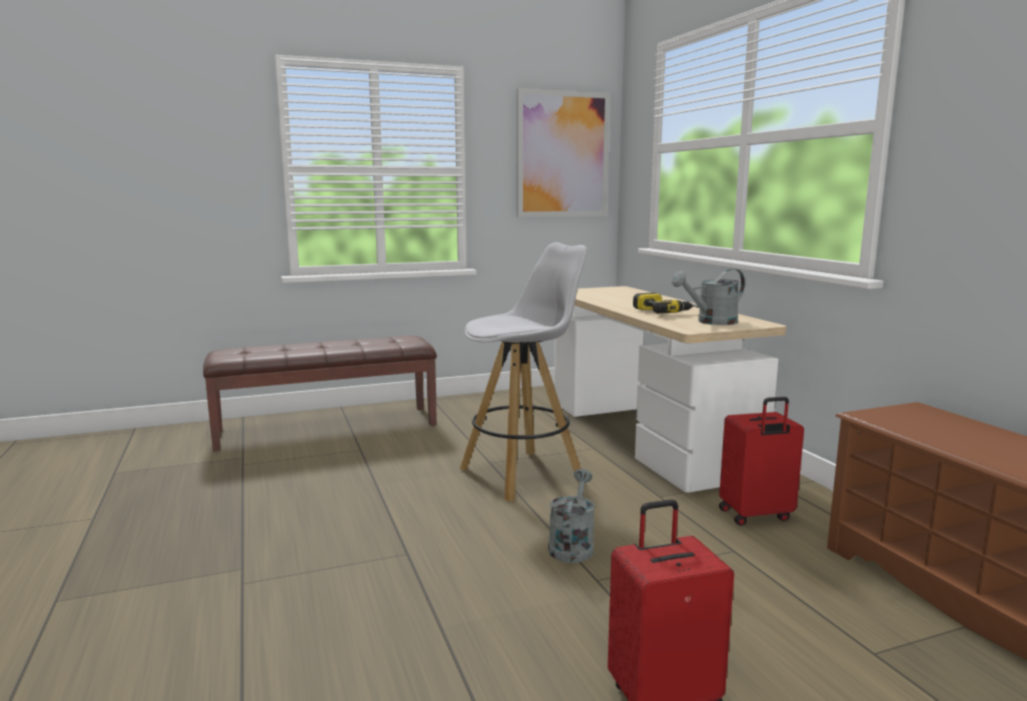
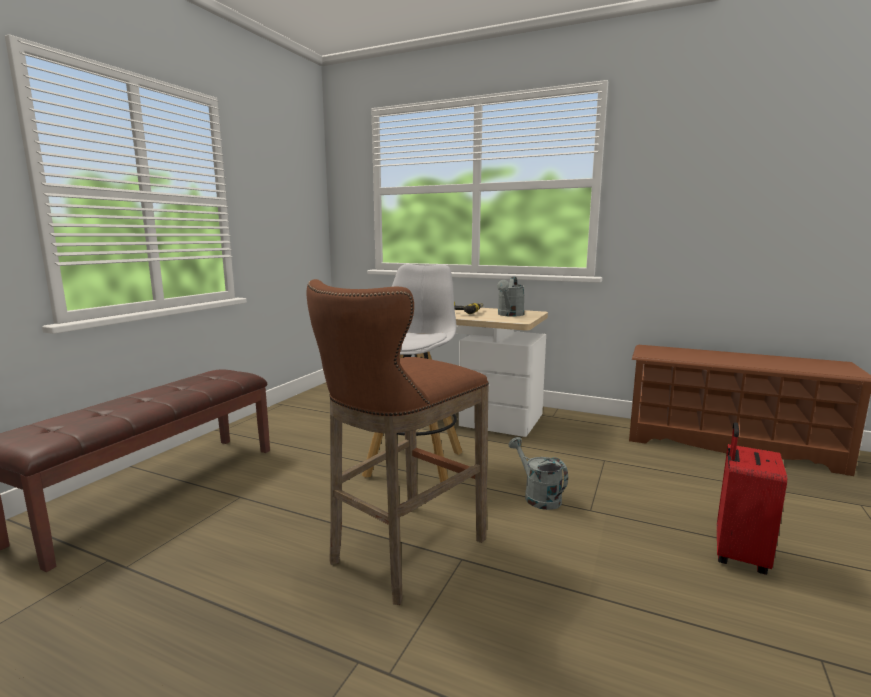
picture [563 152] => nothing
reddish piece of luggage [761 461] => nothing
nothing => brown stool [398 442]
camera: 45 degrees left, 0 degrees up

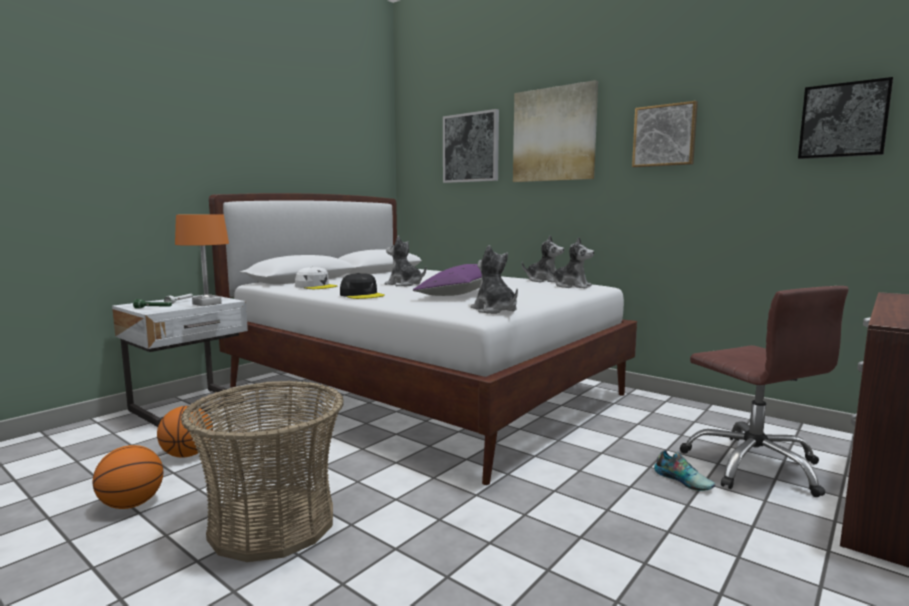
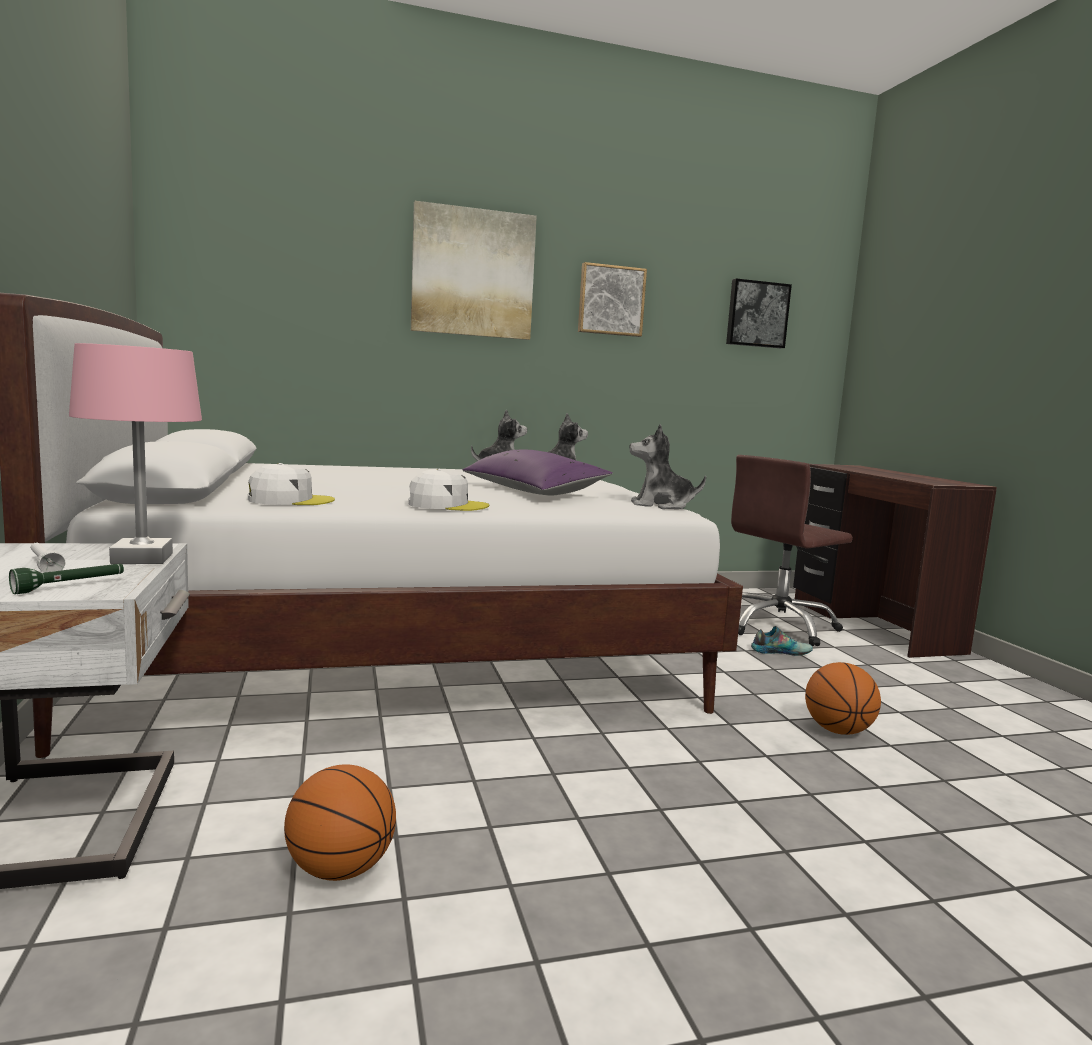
picture [471 146] => nothing
orange tabletop lamp [202 260] => pink-coloured tabletop lamp [135 453]
plush toy [405 261] => nothing
blackish peaked cap [362 286] => white peaked cap [448 490]
brown desk chair [764 391] => brown desk chair [792 550], 135 degrees clockwise
basket [262 471] => nothing
basketball ball [128 477] => basketball ball [843 698], moved
camera: 55 degrees left, 0 degrees up

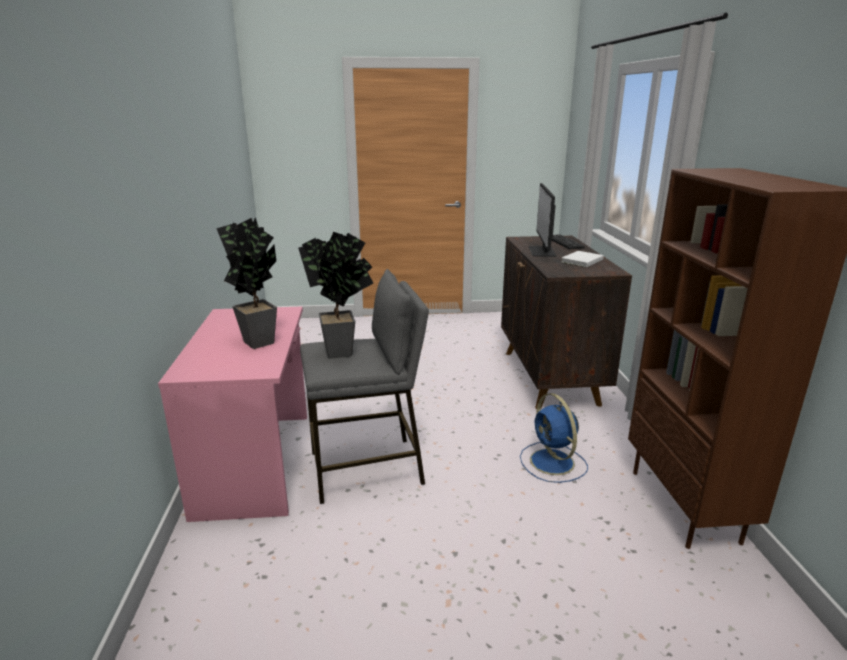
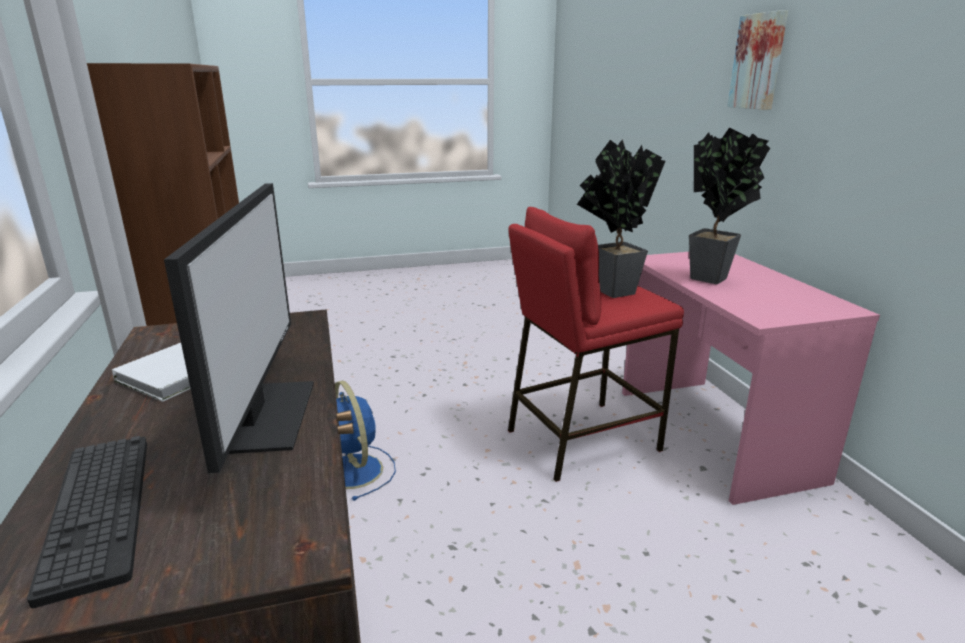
greyish stool [364 386] => reddish stool [596 344]
nothing => picture [757 60]
camera: 170 degrees right, 0 degrees up

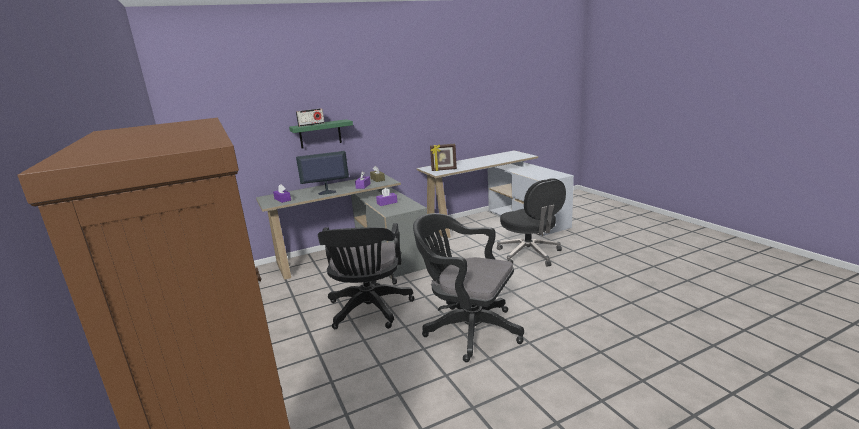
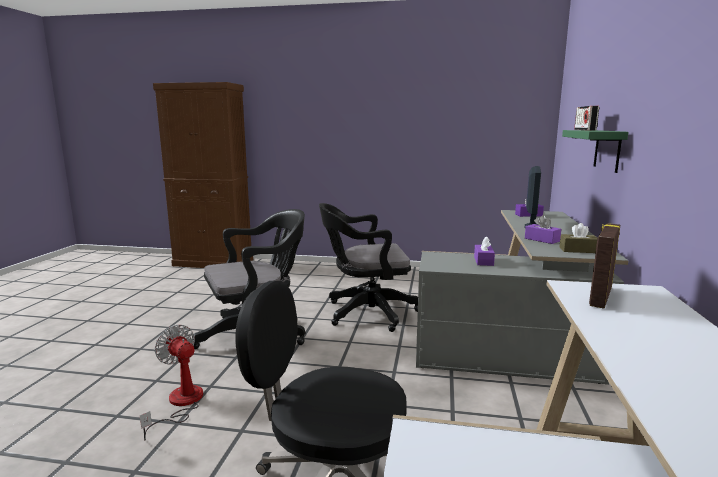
blackish desk chair [366 276] => blackish desk chair [368 267], 45 degrees counterclockwise
nothing => cooling fan [171 382]
camera: 125 degrees right, 5 degrees down

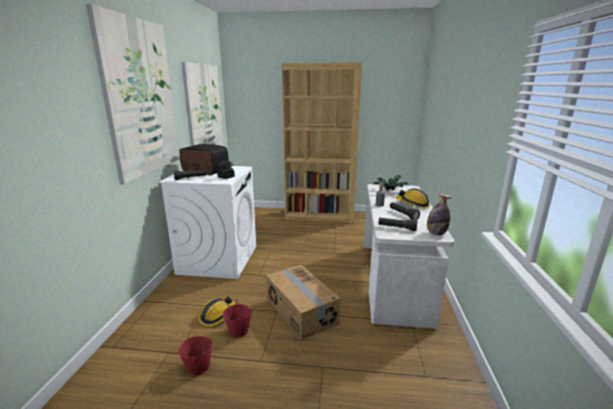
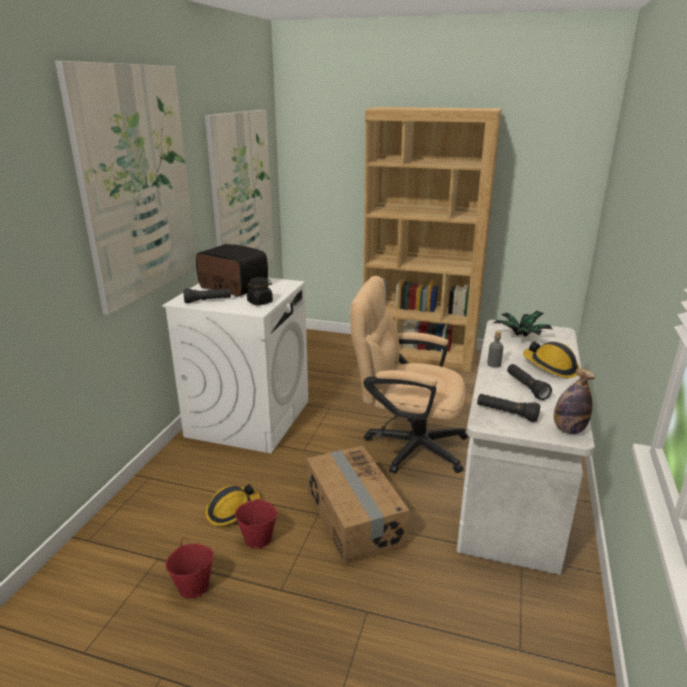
nothing => beige desk chair [409 375]
camera: 10 degrees right, 5 degrees up

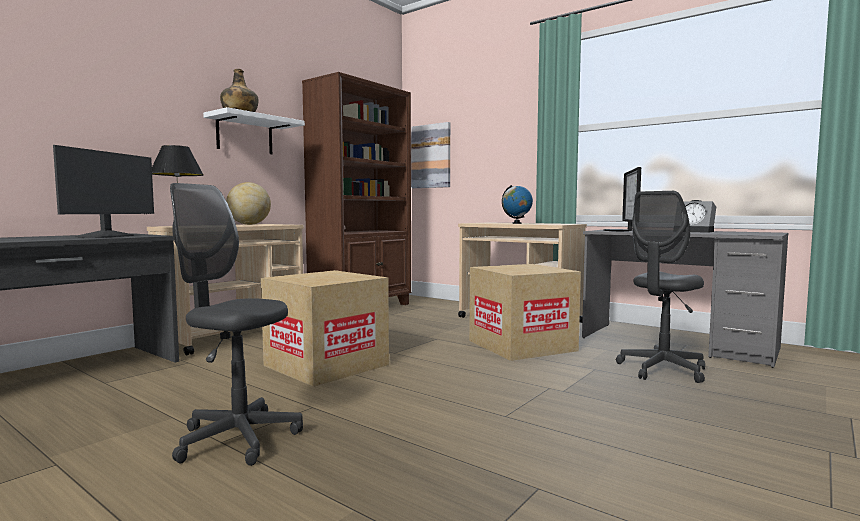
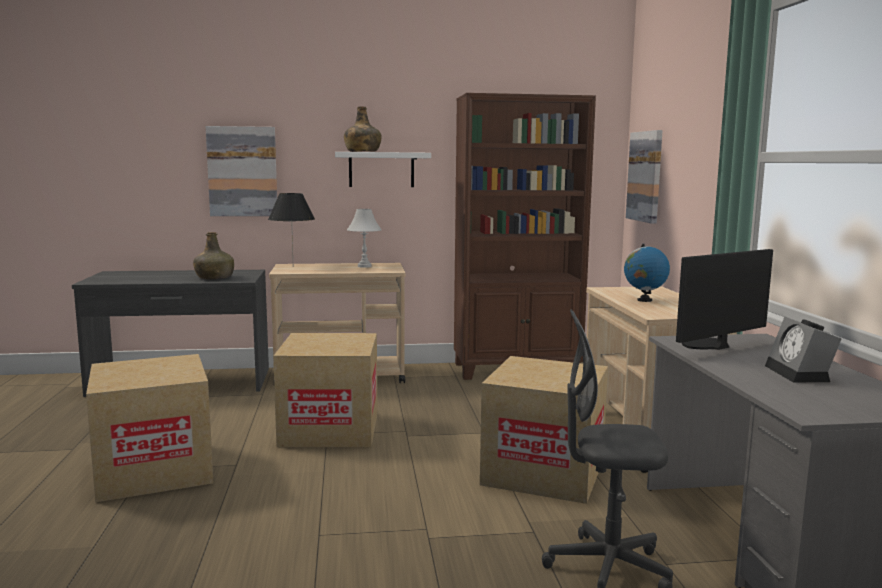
monitor [103 191] => green bottle [213 255]
globe [248 203] => white tabletop lamp [364 238]
greyish desk chair [236 324] => packing box [150 428]
nothing => picture [241 171]
camera: 45 degrees right, 5 degrees up

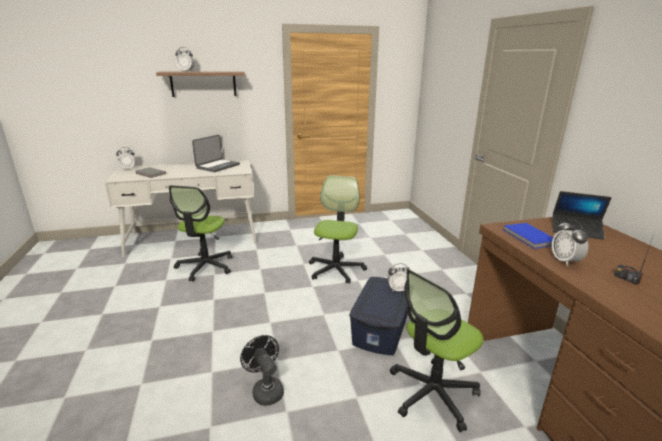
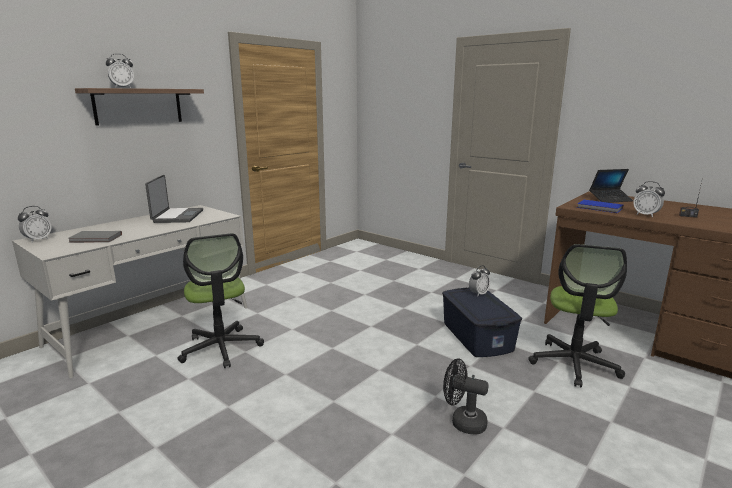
desk chair [338 229] => nothing
camera: 35 degrees left, 5 degrees down

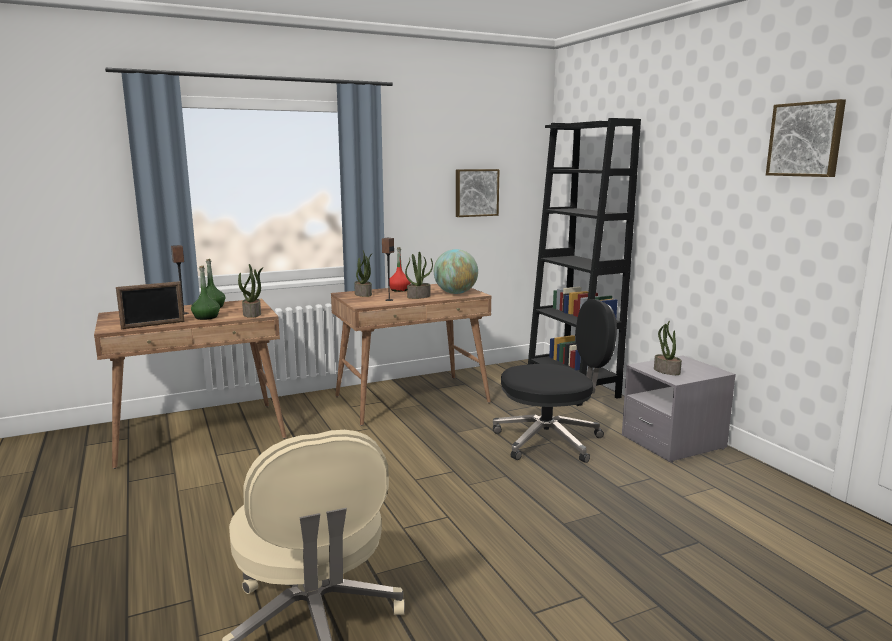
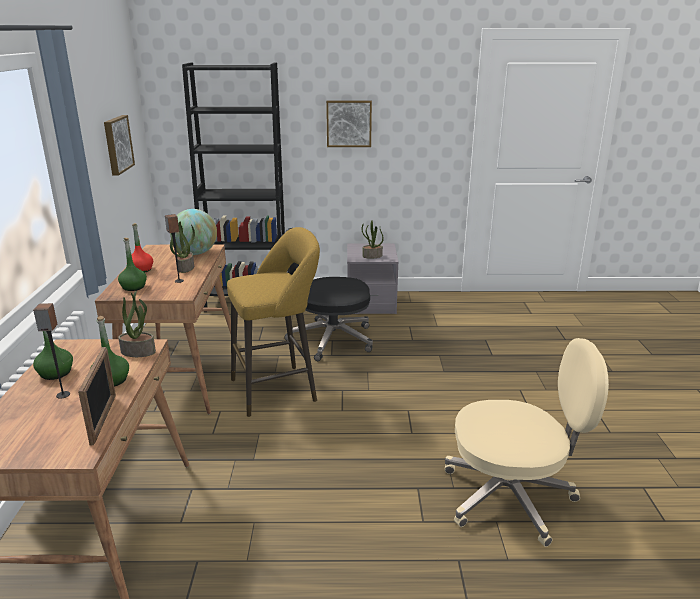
picture [806 138] => picture [349 123], moved
plant in a pot [363 274] => green bottle [132 264]
blackish desk chair [555 381] => blackish desk chair [328 294], 105 degrees counterclockwise
nothing => yellowish stool [273 322]
camera: 65 degrees left, 10 degrees up

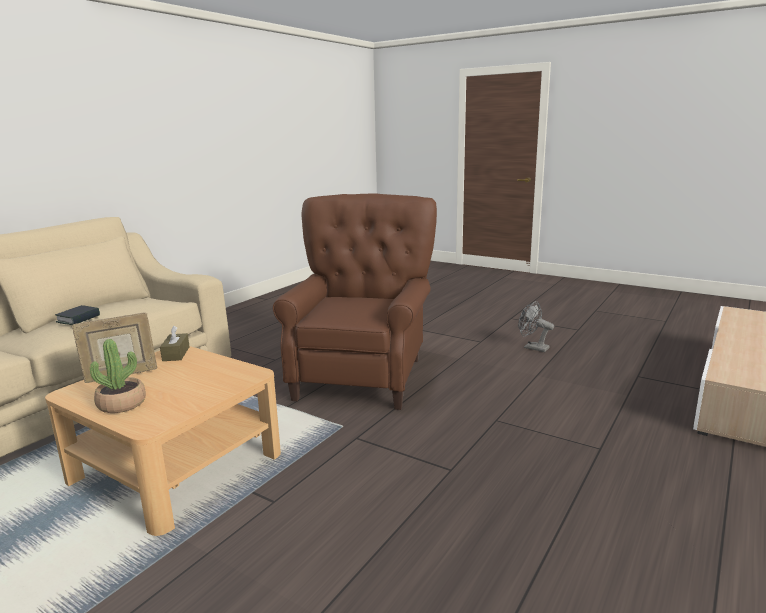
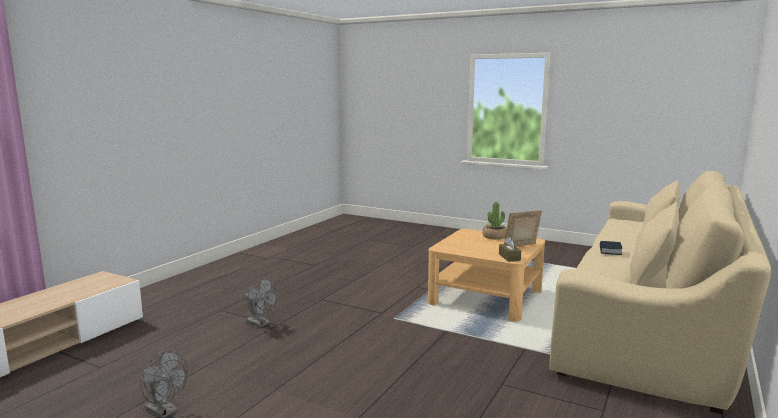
brown armchair [355 301] => nothing
nothing => greyish cooling fan [261 302]
camera: 175 degrees right, 5 degrees down

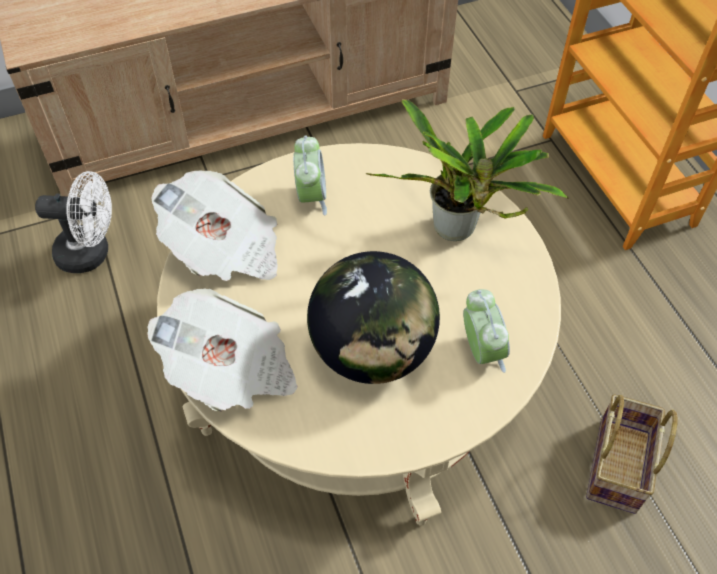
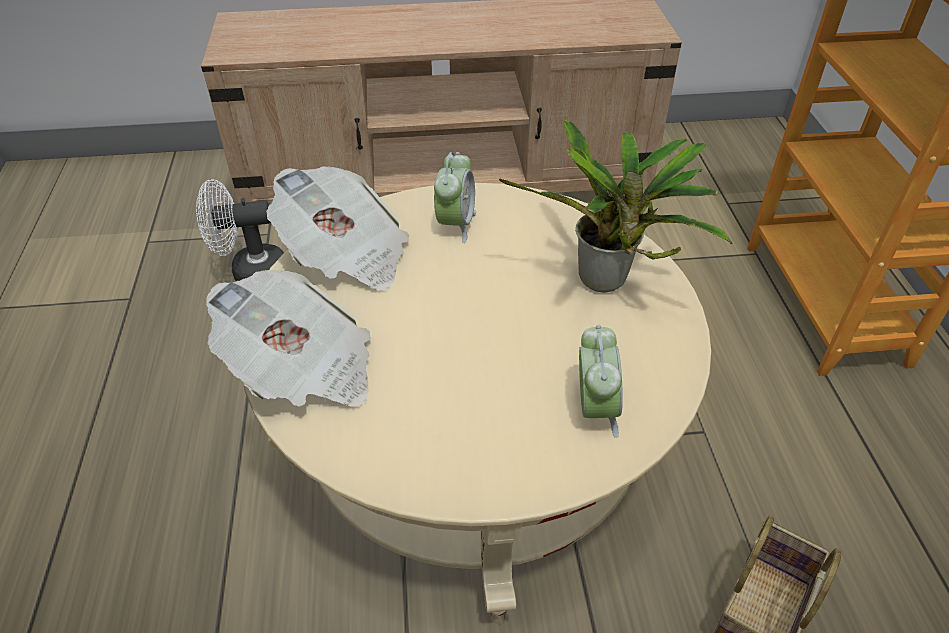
white cooling fan [73 222] => white cooling fan [240 230], 150 degrees clockwise
globe [373 317] => nothing
camera: 15 degrees right, 10 degrees down

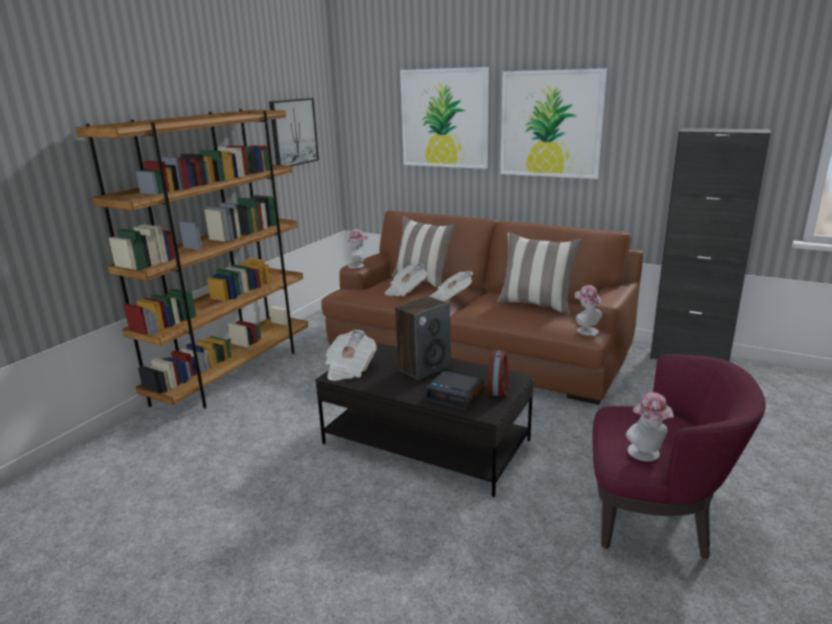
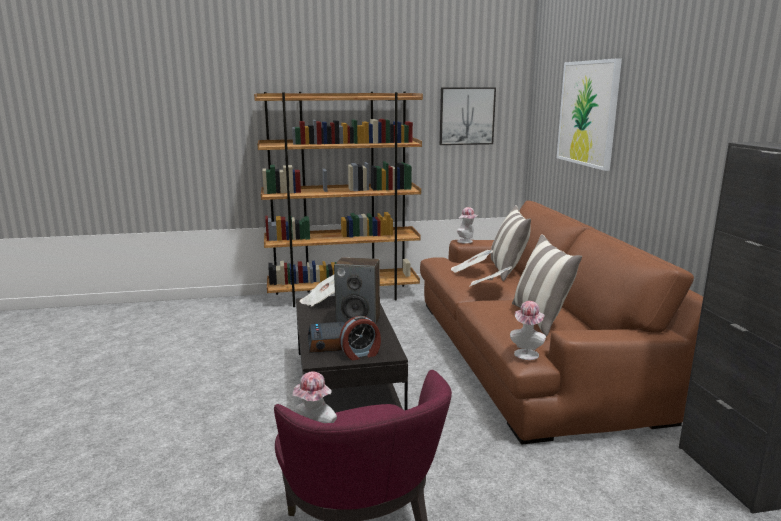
picture [553 123] => nothing
camera: 50 degrees right, 5 degrees down

